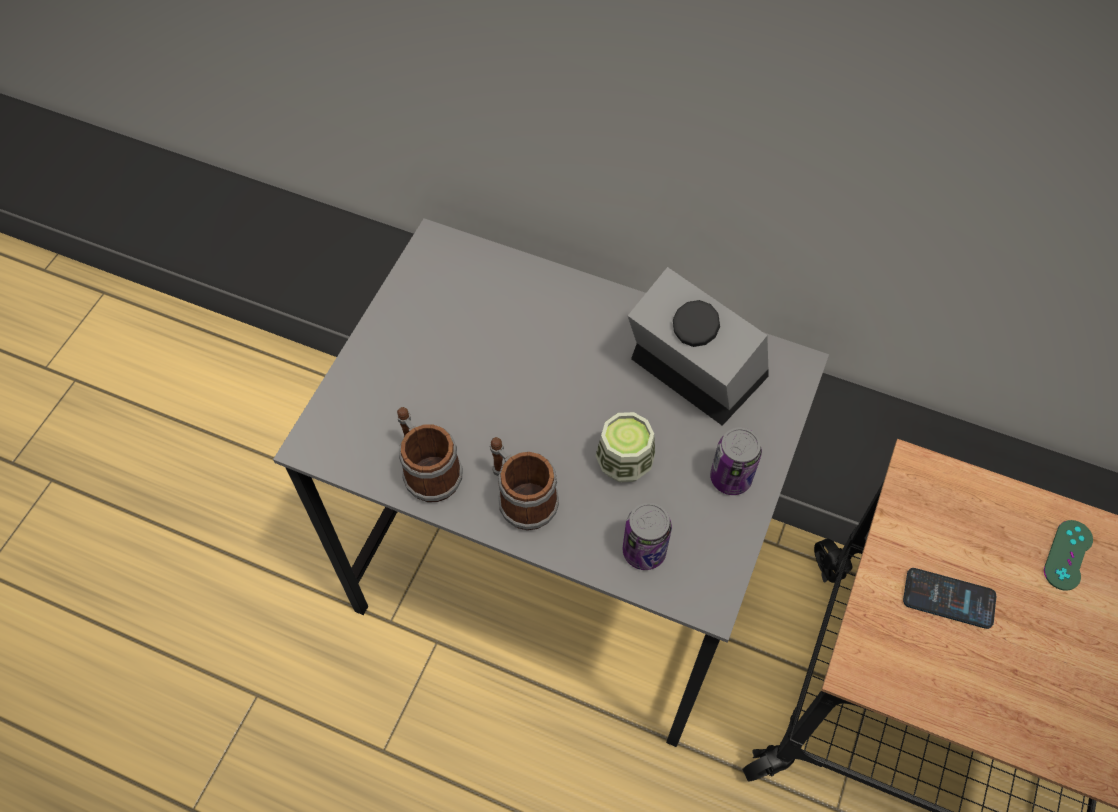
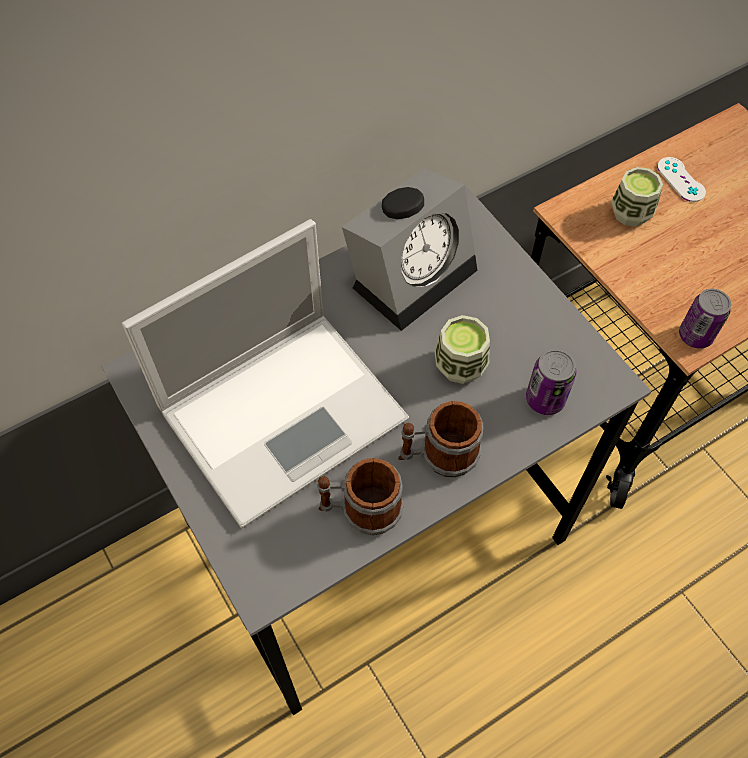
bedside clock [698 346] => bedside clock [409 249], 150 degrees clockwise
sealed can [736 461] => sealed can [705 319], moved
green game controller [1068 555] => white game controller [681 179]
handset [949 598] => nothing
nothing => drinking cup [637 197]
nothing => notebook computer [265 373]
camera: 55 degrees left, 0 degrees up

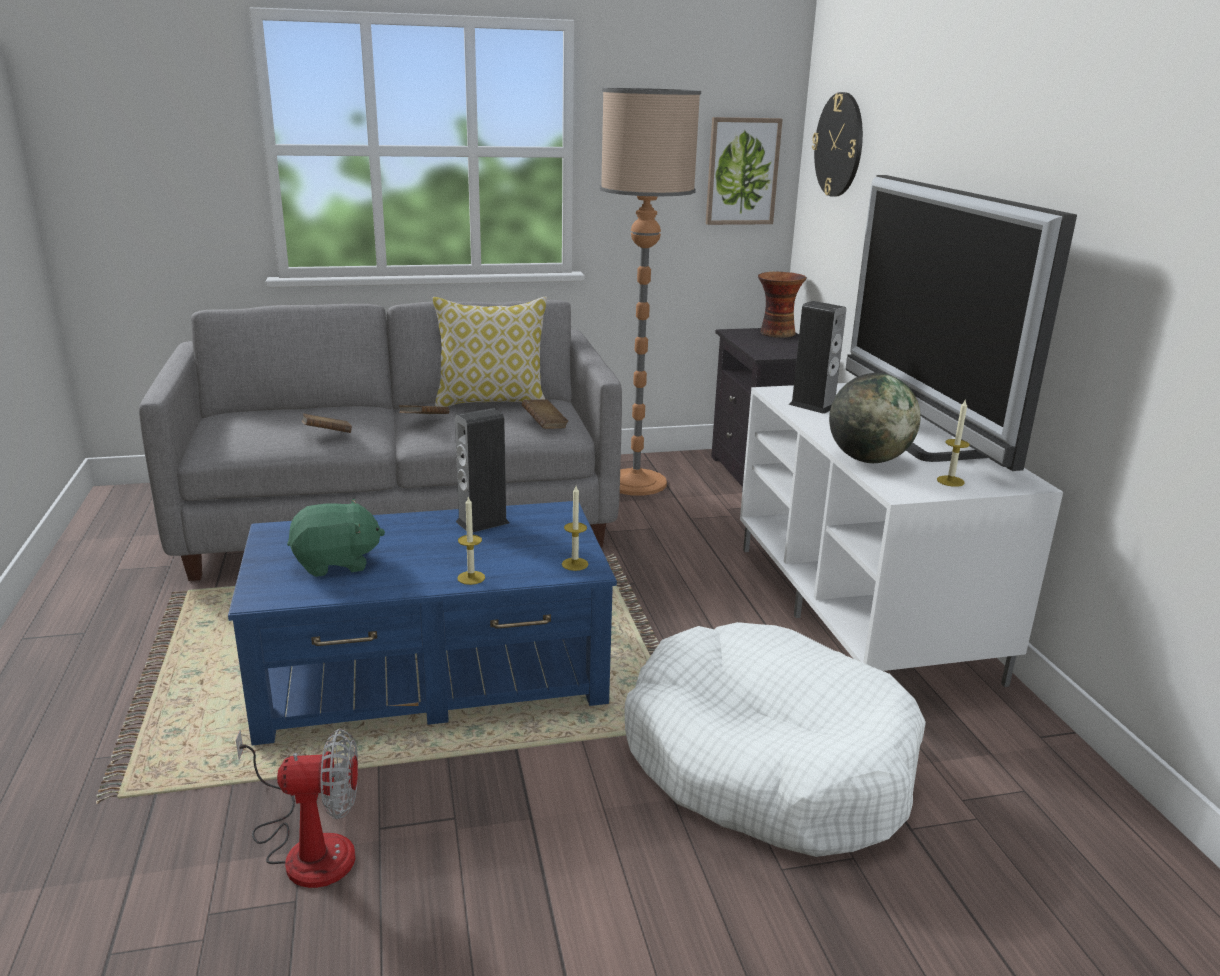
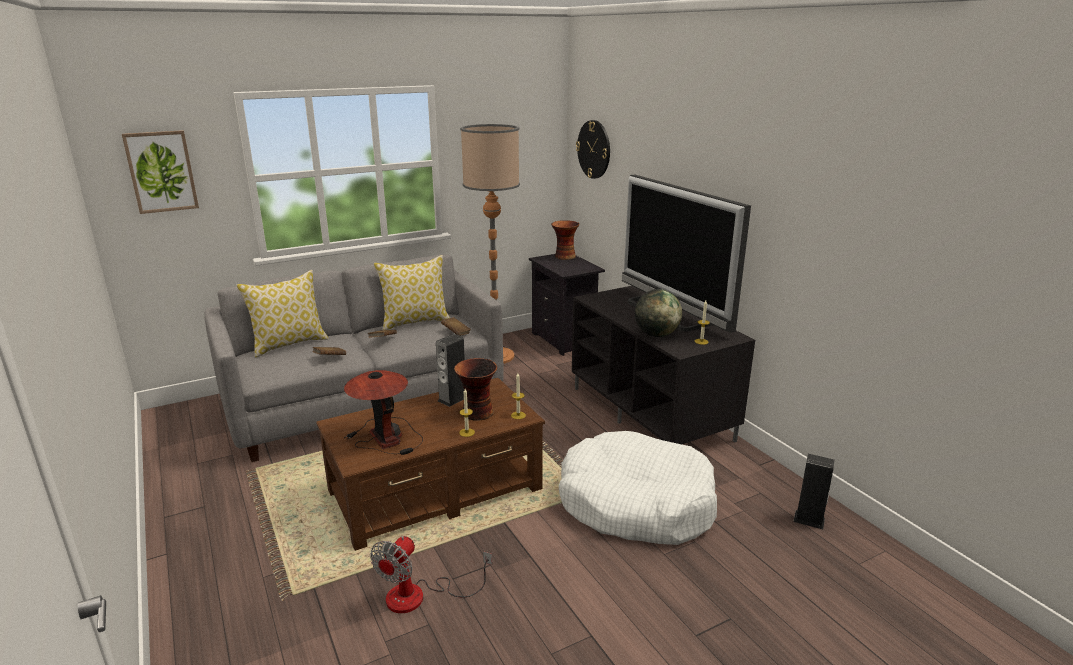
picture [744 171] => picture [160 172], moved
audio speaker [817 357] => audio speaker [814 491], moved
white tv stand [901 535] => blackish tv stand [663 365]
green plush toy [336 538] => tabletop lamp [383 412]
bluish low table [422 623] => brown low table [430 464]
cooling fan [297 808] => cooling fan [431 574], 135 degrees clockwise
nothing => cushion [283 313]
nothing => decorative vase [475 389]
camera: 15 degrees left, 0 degrees up

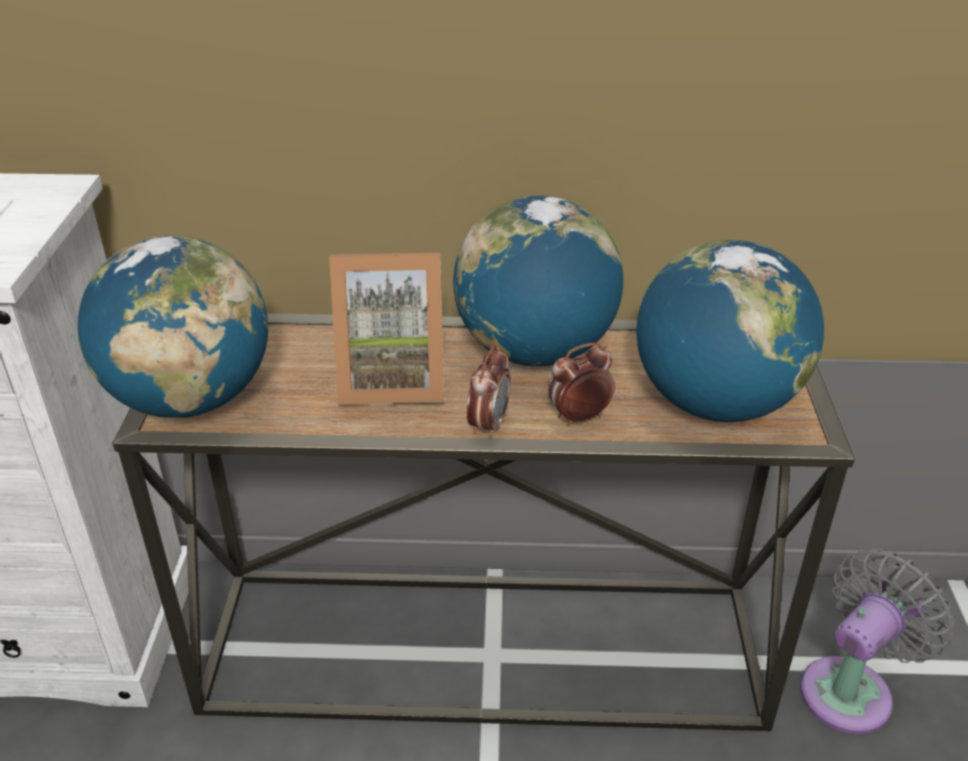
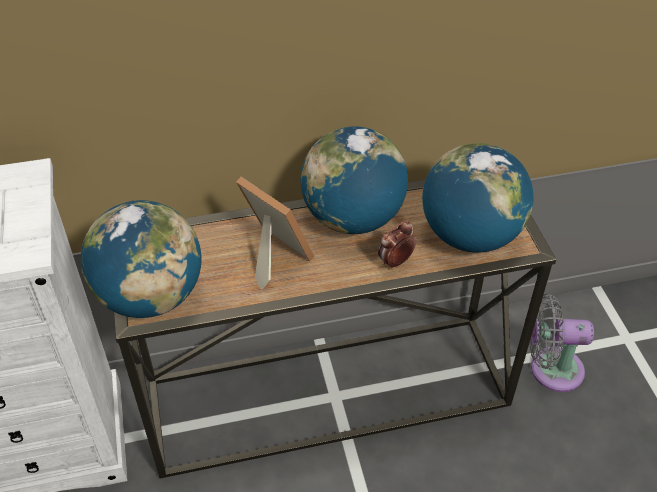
standing frame [386 329] => standing frame [275 233], 120 degrees counterclockwise
bedside clock [489 392] => nothing
greyish cooling fan [877 641] => greyish cooling fan [562 343], 120 degrees counterclockwise
camera: 15 degrees left, 10 degrees up

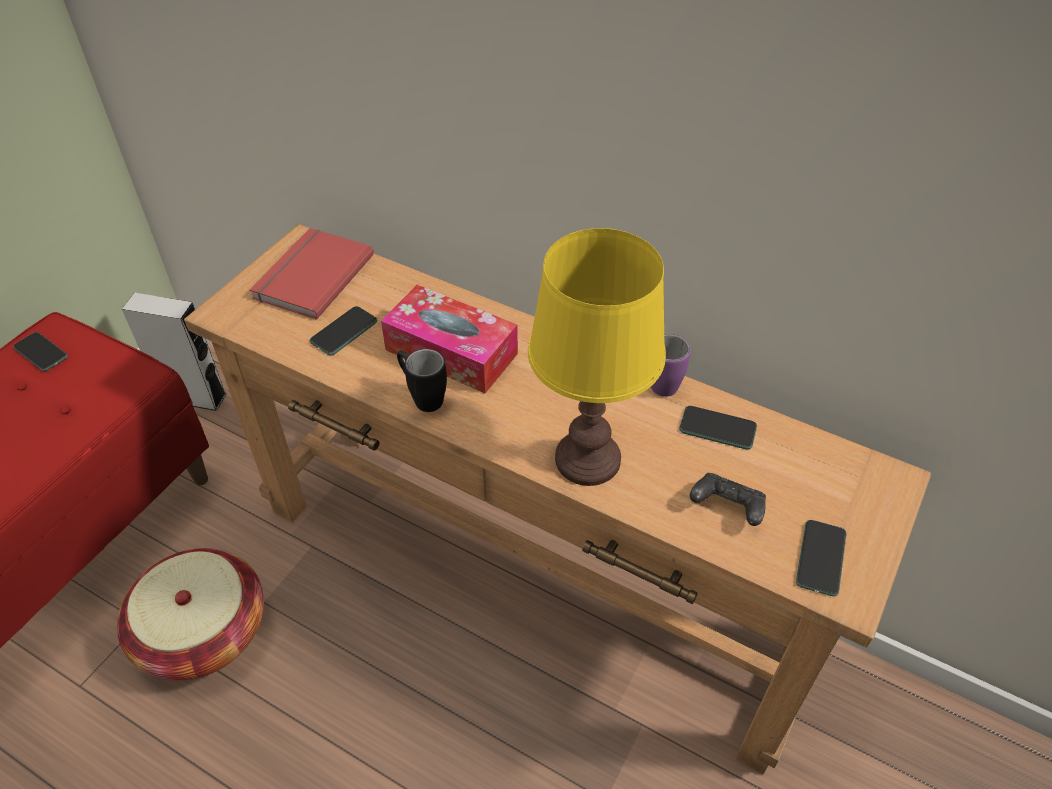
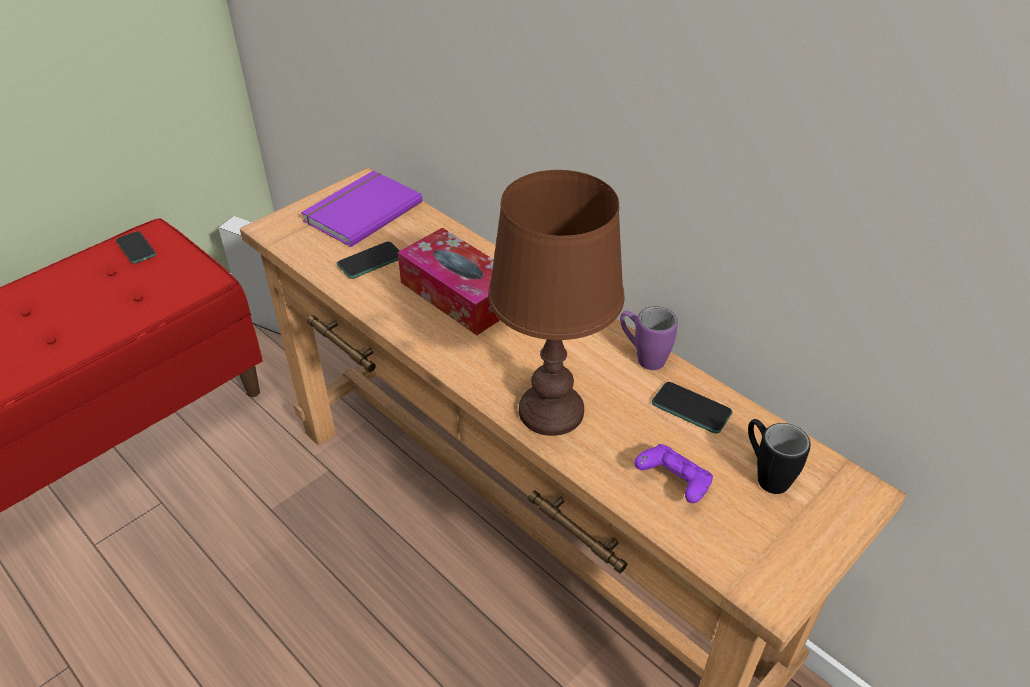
reddish volume [312 274] => purplish volume [362 209]
yellowish tabletop lamp [597 357] => brown tabletop lamp [556 303]
blackish mug [422 380] => blackish mug [779 456], moved
blackish game controller [728 499] => purplish game controller [673 473]
handset [821 558] => nothing
basket [190 614] => nothing
camera: 15 degrees right, 5 degrees down

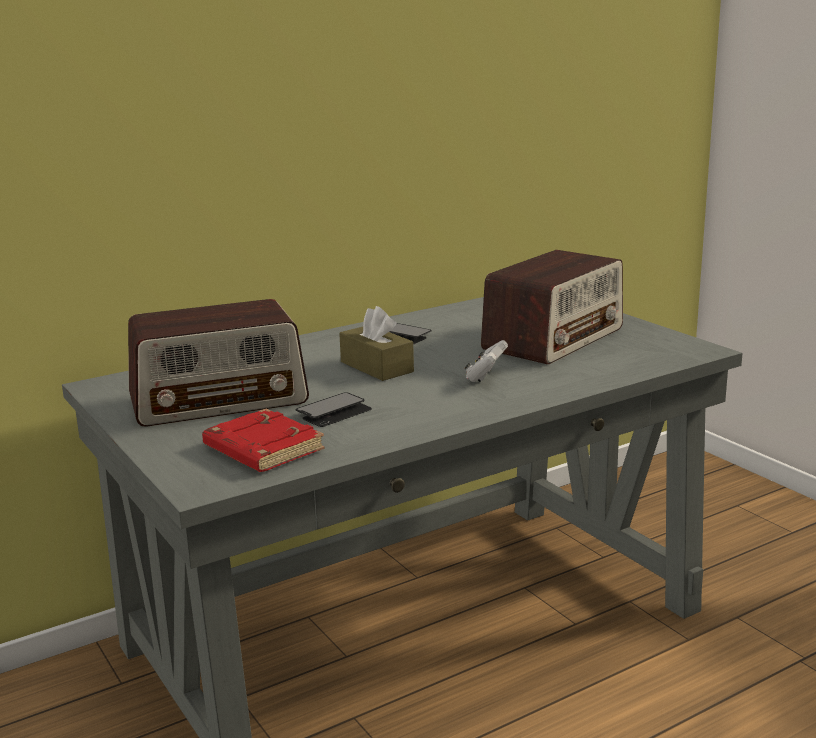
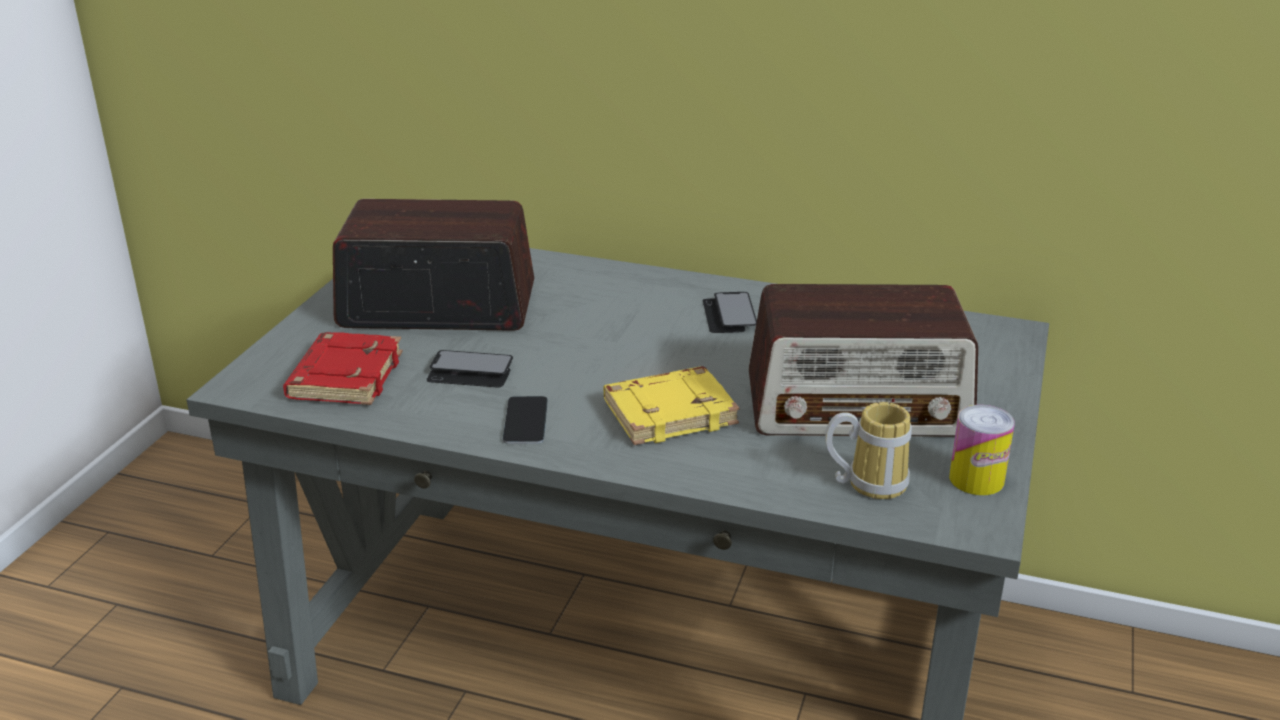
radio receiver [218 363] => radio receiver [433 265], 150 degrees clockwise
brown box of tissues [376 343] => nothing
white game controller [486 361] => yellowish volume [672 405]
nothing => handset [525 420]
nothing => mug [868 450]
nothing => sealed can [981 450]
camera: 50 degrees right, 10 degrees up

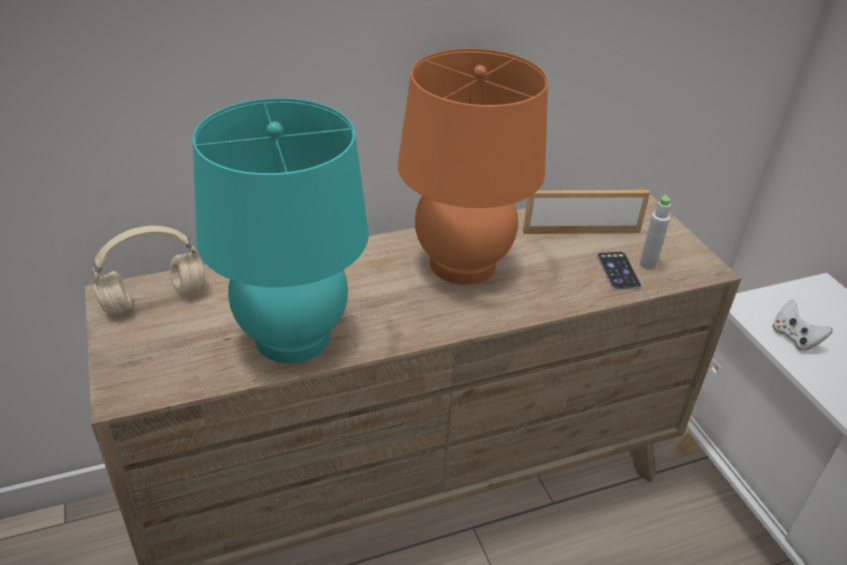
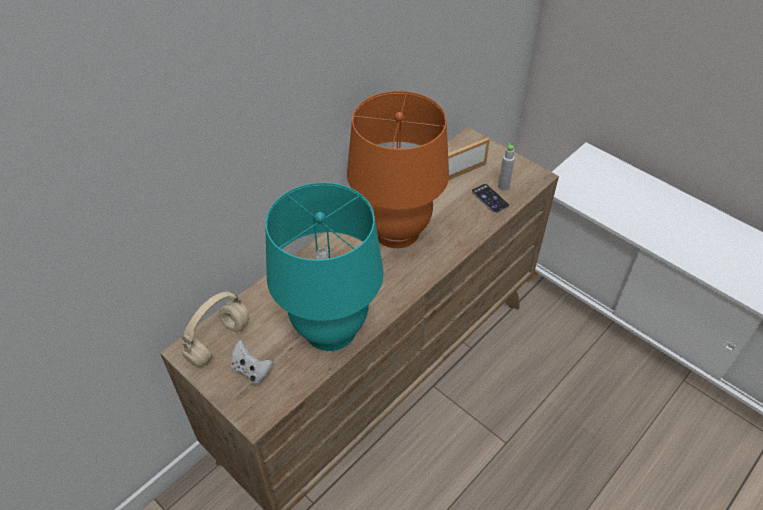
white game controller [802 325] => white game controller [251 362], moved
camera: 25 degrees left, 10 degrees up

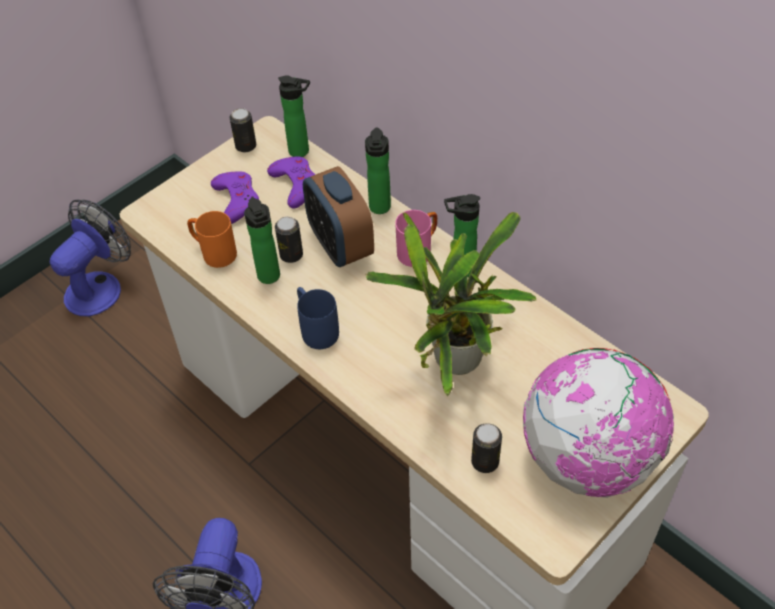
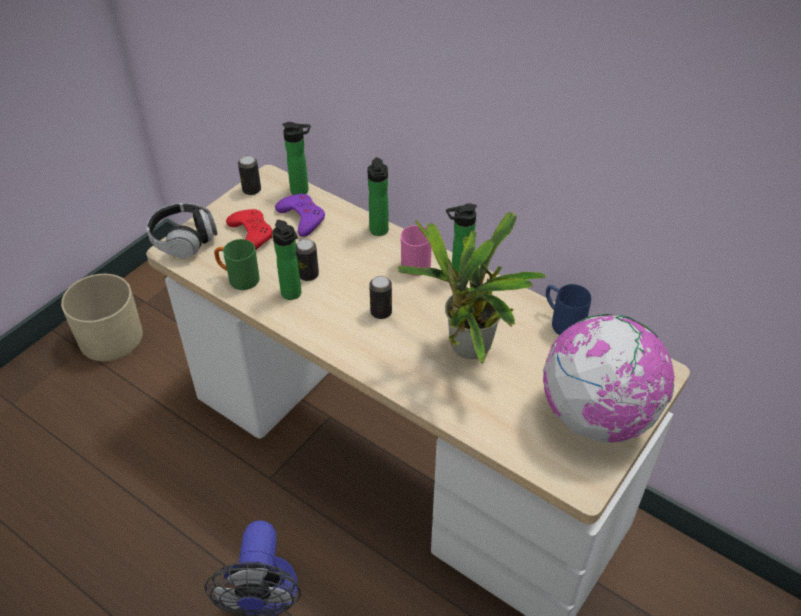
bedside clock [338 216] => nothing
purplish game controller [235 197] => reddish game controller [249 229]
cooling fan [90 258] => beige plant pot [102 317]
orange mug [212 239] => green mug [237 264]
bluish mug [318 318] => bluish mug [568 309], moved
sealed can [486 448] => sealed can [380 297], moved
nothing => headphones [182 231]
camera: 10 degrees left, 5 degrees down

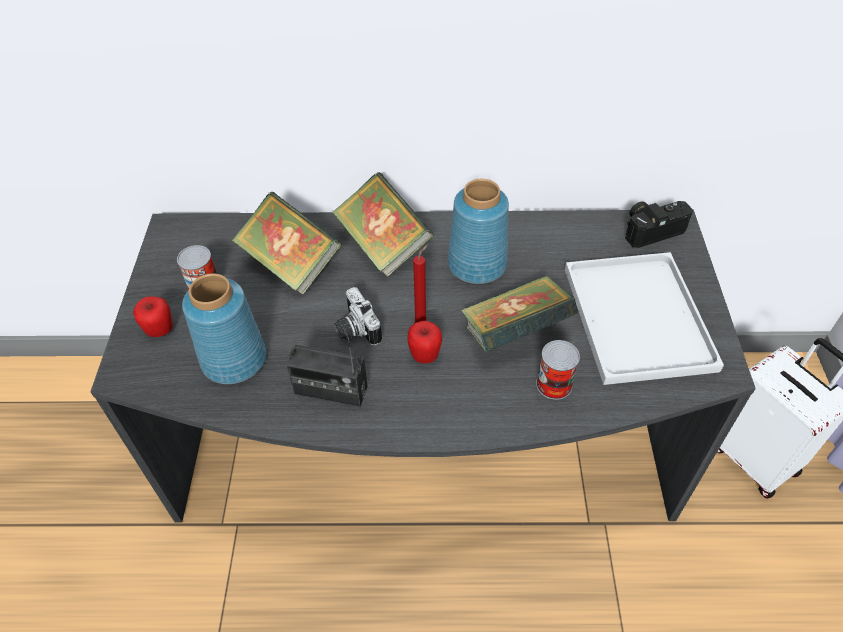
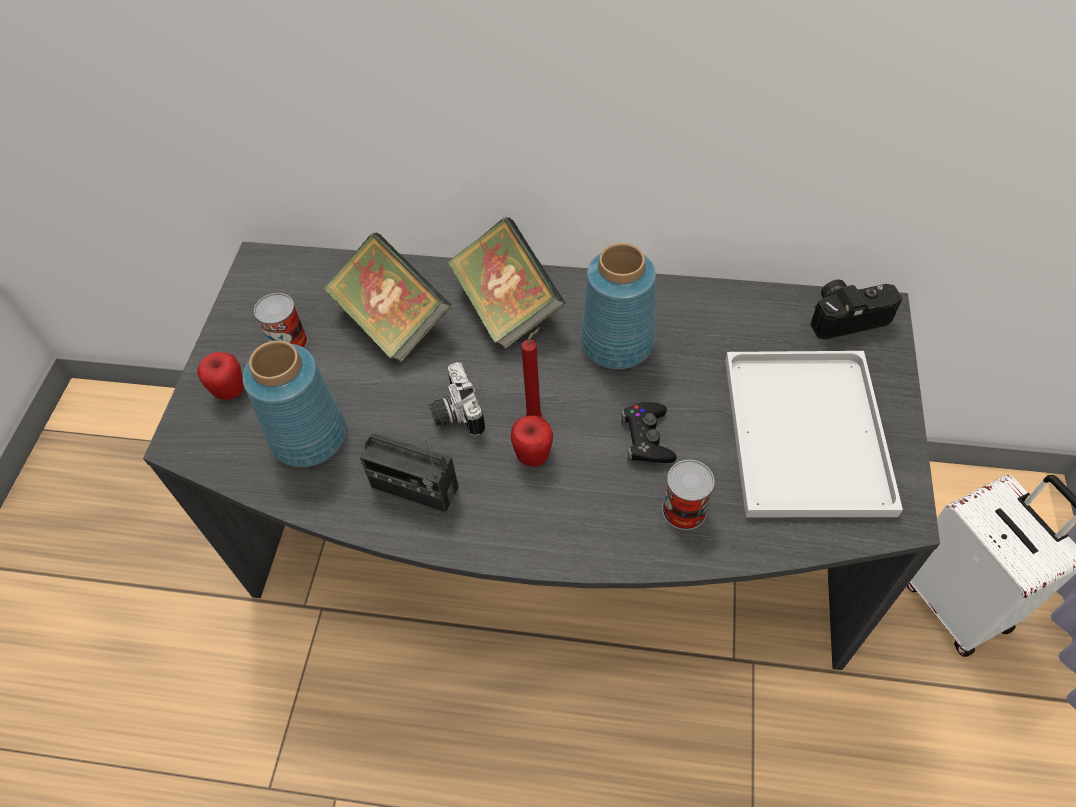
volume [519 314] => blackish game controller [648 432]
camera: 10 degrees right, 5 degrees up

